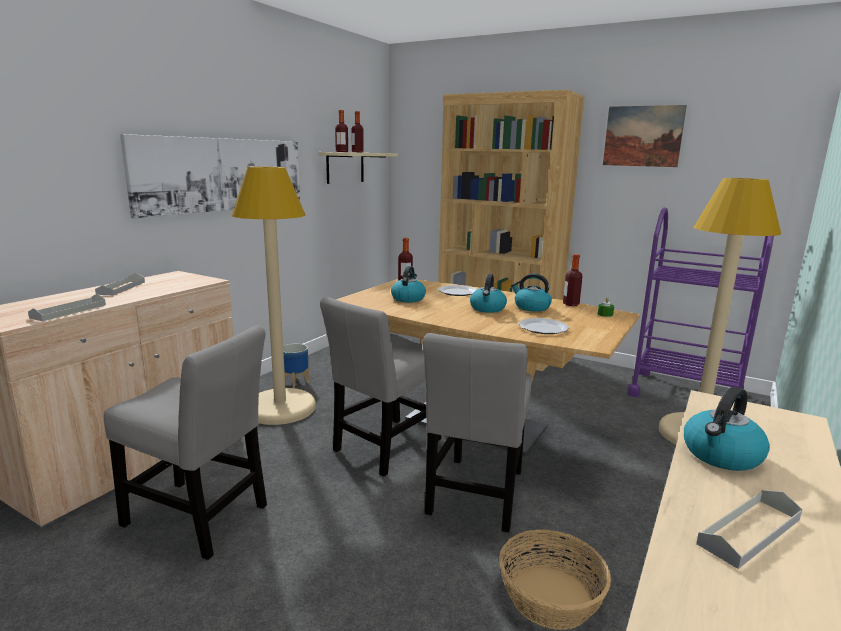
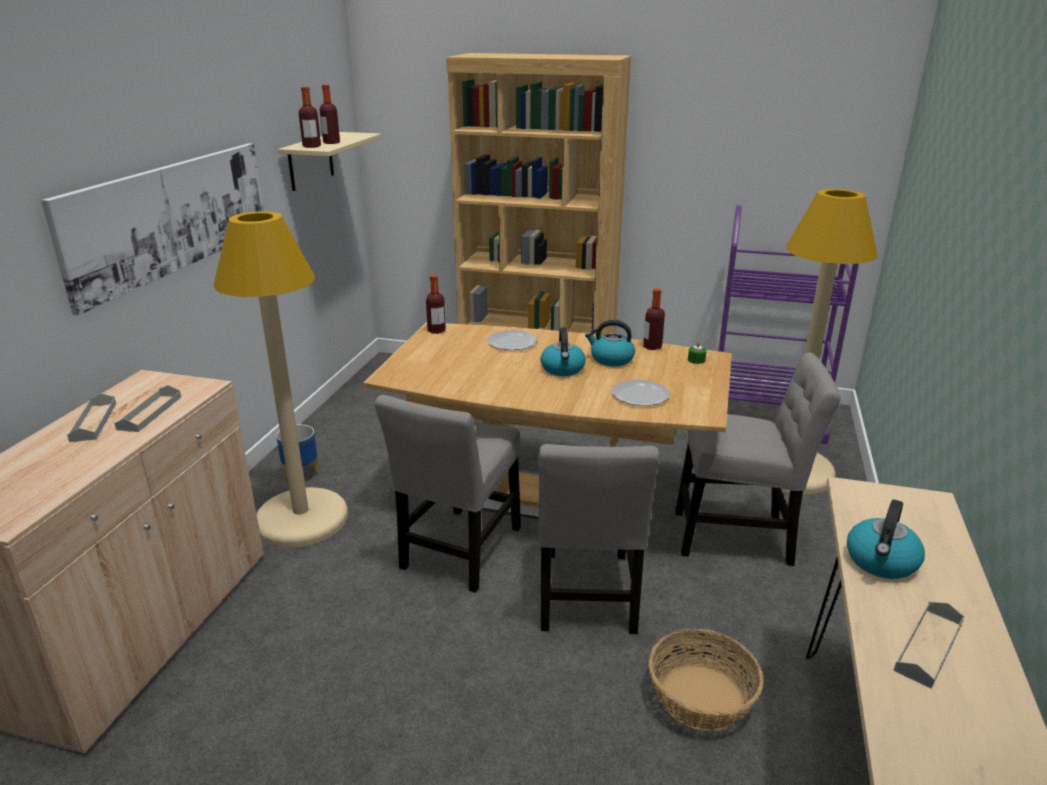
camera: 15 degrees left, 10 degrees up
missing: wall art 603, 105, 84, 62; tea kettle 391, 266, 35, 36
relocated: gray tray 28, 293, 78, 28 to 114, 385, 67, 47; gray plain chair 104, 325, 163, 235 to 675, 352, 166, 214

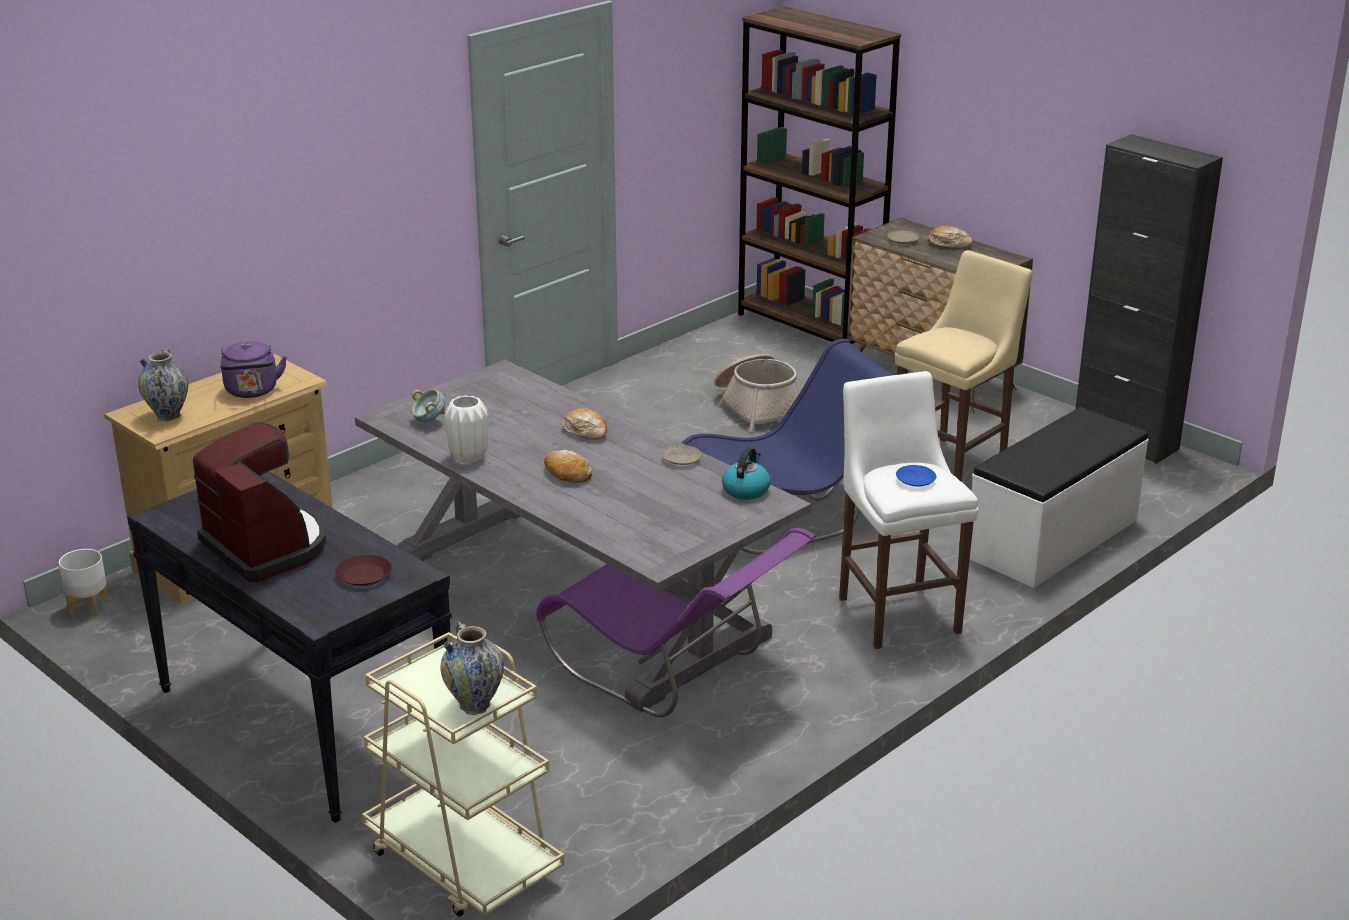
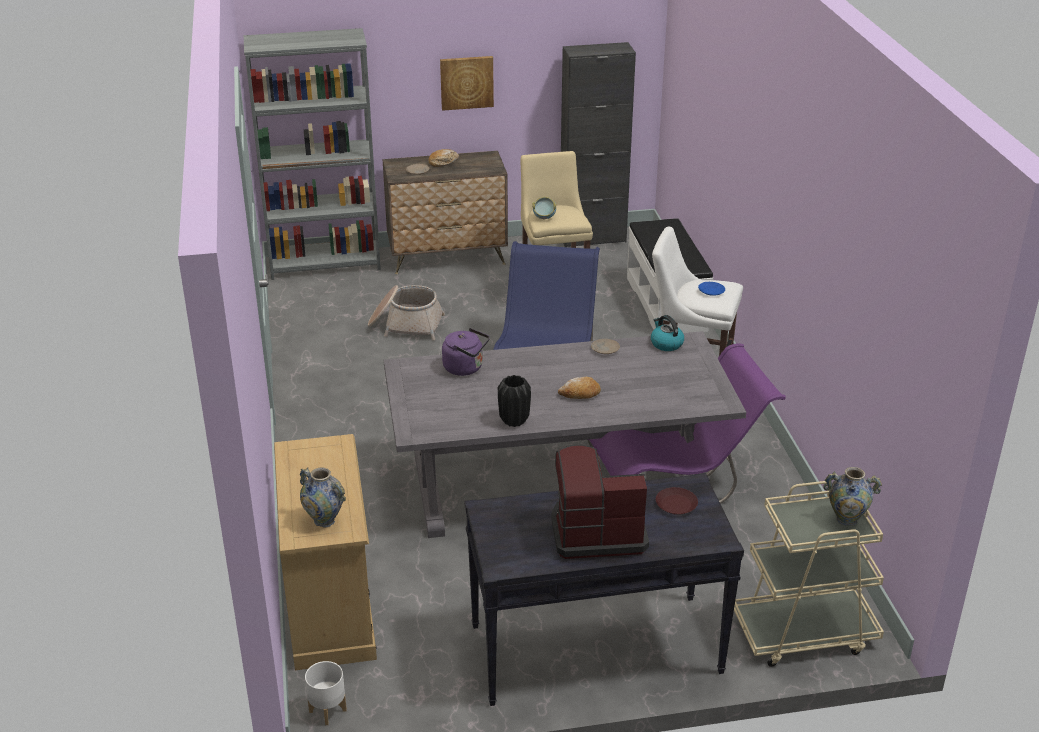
camera: 55 degrees left, 5 degrees up
missing: baked bread 562, 408, 45, 32
appeared: wall art 440, 56, 54, 55
relocated: purple-coloured tea kettle 220, 341, 67, 57 to 442, 328, 48, 48; serving bowl 412, 389, 33, 34 to 532, 197, 24, 22
colour: brown-coloured bookshelf 738, 6, 163, 338 to gray bookshelf 244, 28, 137, 252; white-coloured vase 445, 395, 43, 68 to black vase 498, 375, 33, 52

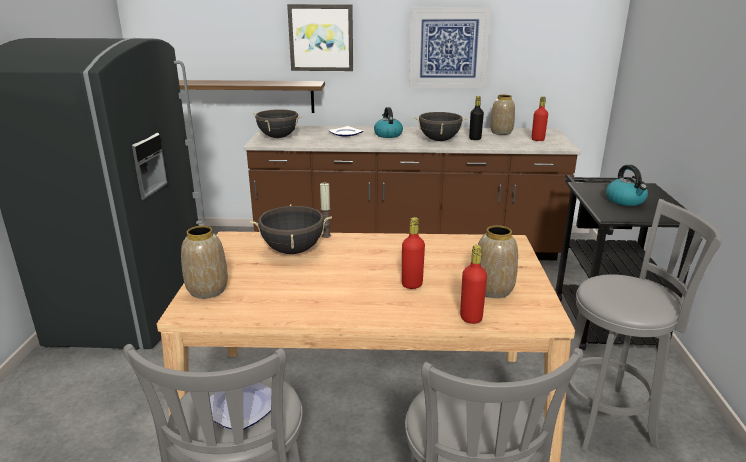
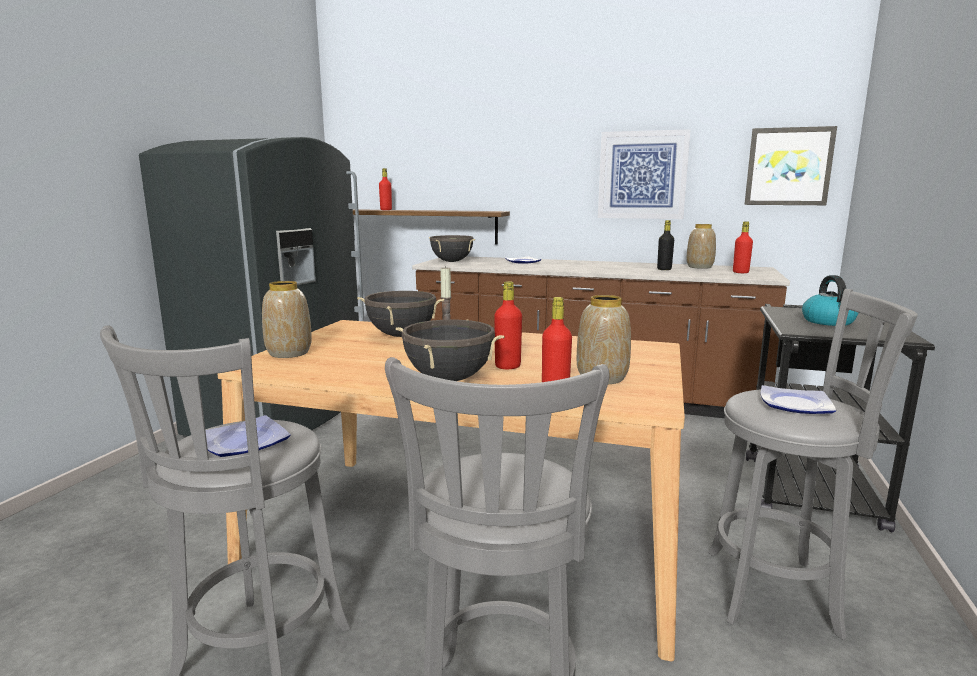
camera: 15 degrees right, 10 degrees down
missing: tea kettle 374, 107, 29, 31
appeared: red drink bottle 379, 168, 13, 42; plate 761, 385, 75, 29
relocated: wall art 287, 4, 66, 67 to 744, 126, 93, 79; black saucepot 414, 112, 54, 29 to 396, 319, 109, 62

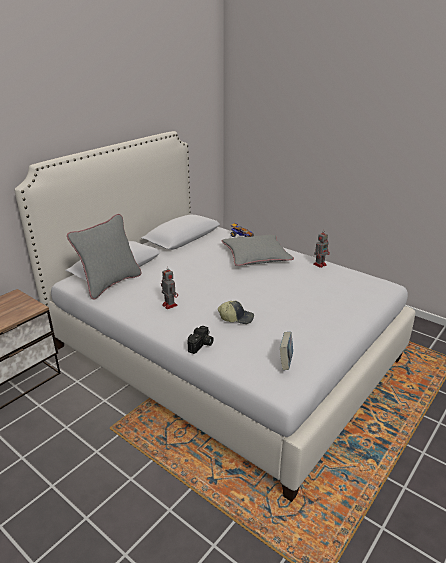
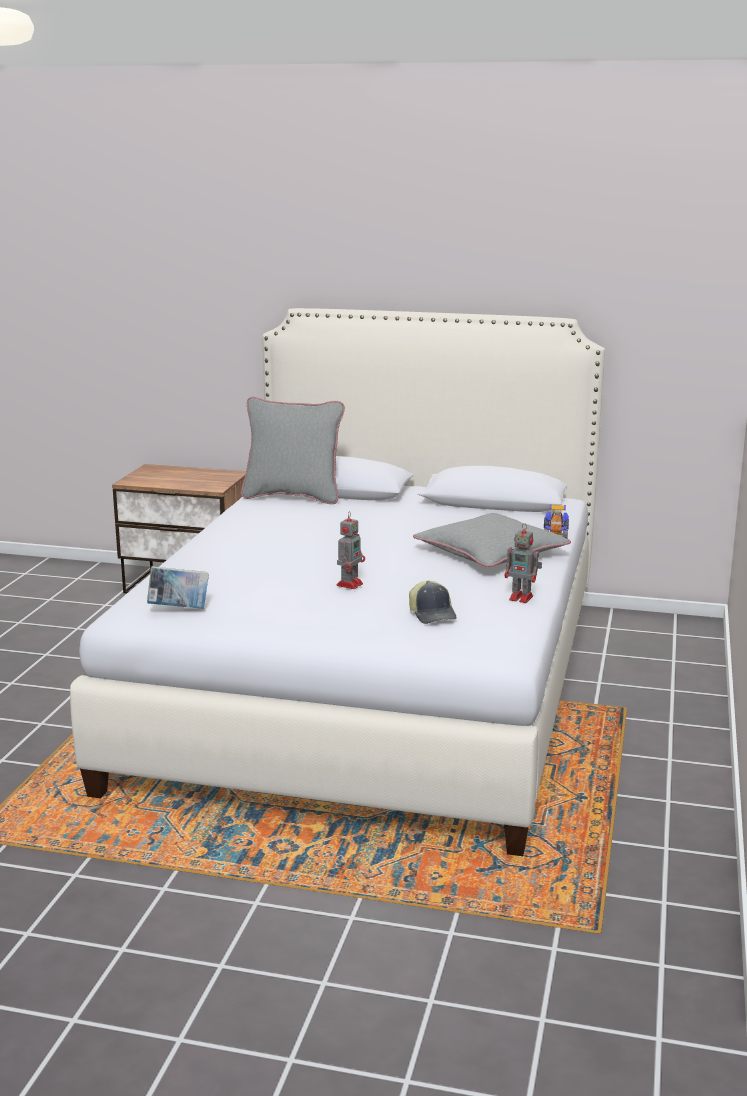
camera: 65 degrees right, 10 degrees down
missing: photo camera 188, 326, 25, 28
relocated: toy robot 161, 266, 17, 43 to 336, 513, 29, 76; baseball cap 218, 301, 36, 23 to 409, 580, 48, 44

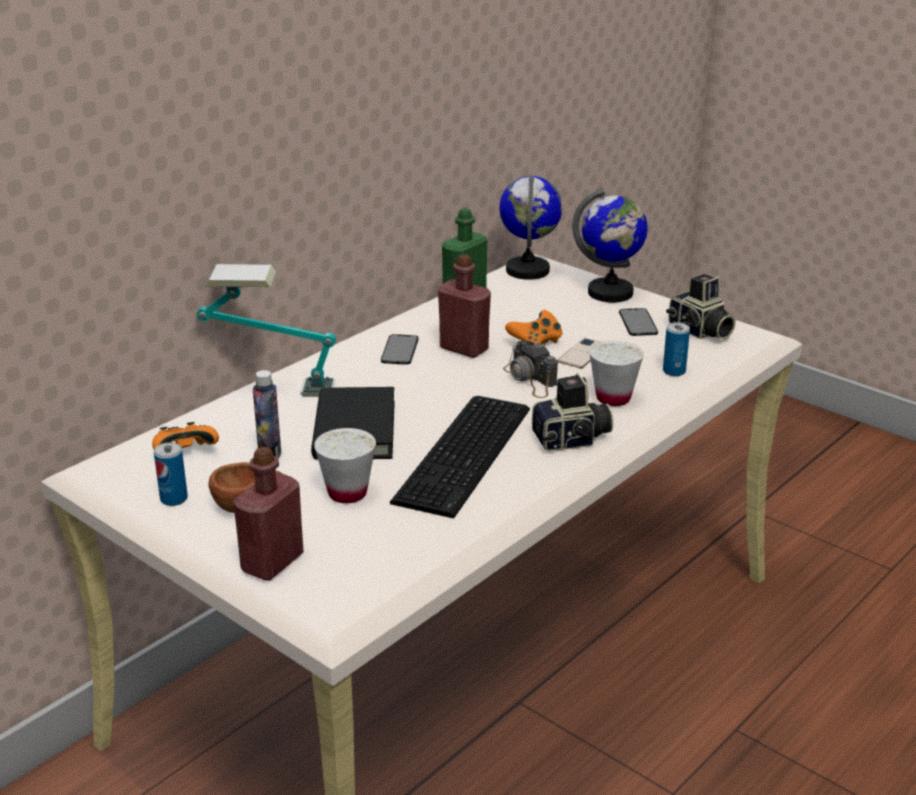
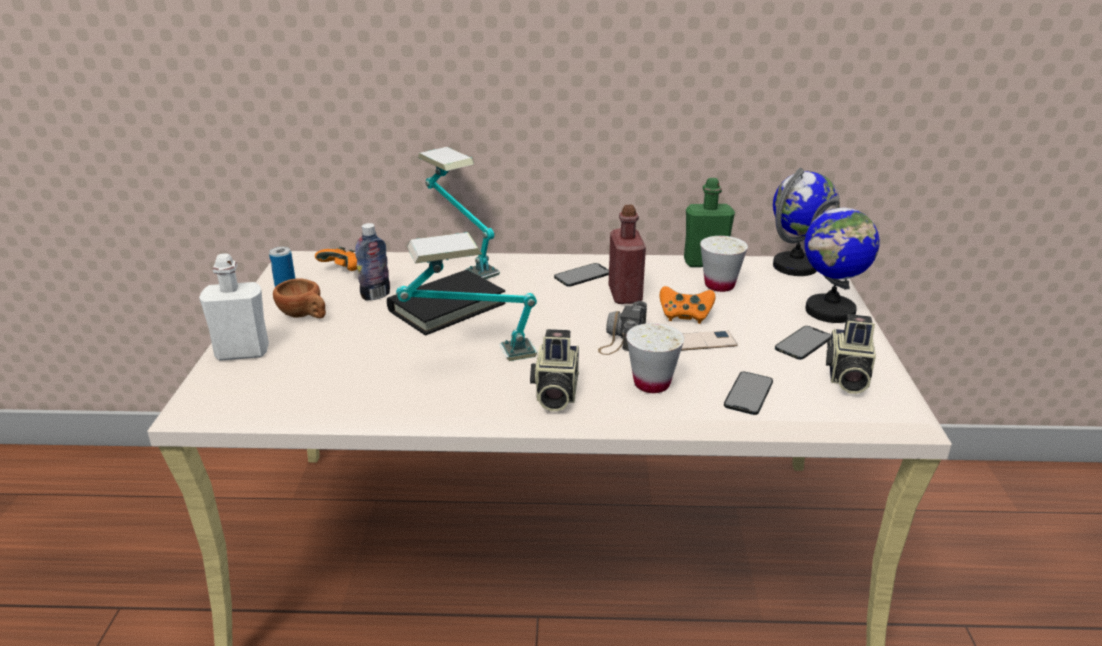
camera: 50 degrees right, 0 degrees up
relocated: white-coloured cup 314, 428, 62, 75 to 700, 236, 48, 56
exchanged: sealed can 663, 322, 27, 54 to handset 724, 372, 49, 43; keyboard 390, 396, 140, 122 to table lamp 396, 232, 142, 129
colour: red drink bottle 233, 447, 71, 134 to white-coloured drink bottle 199, 253, 70, 108
spun: photo camera 532, 373, 81, 78 = 530, 329, 49, 82 60 degrees clockwise

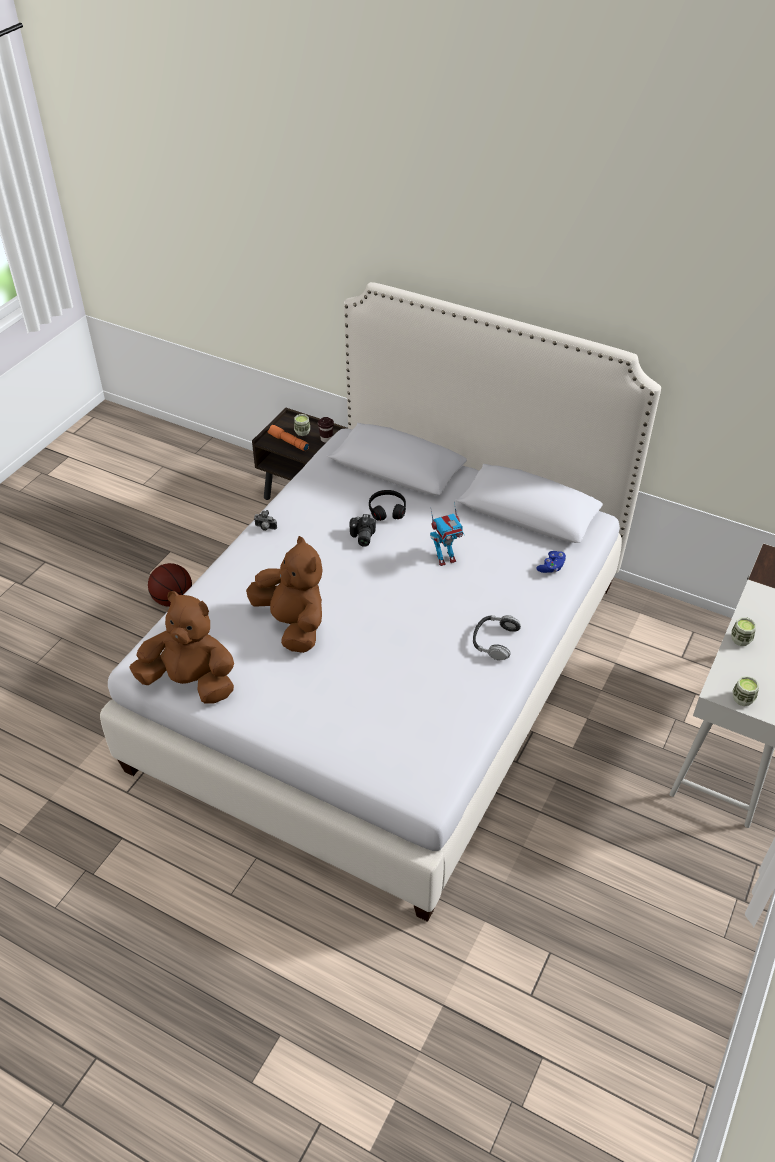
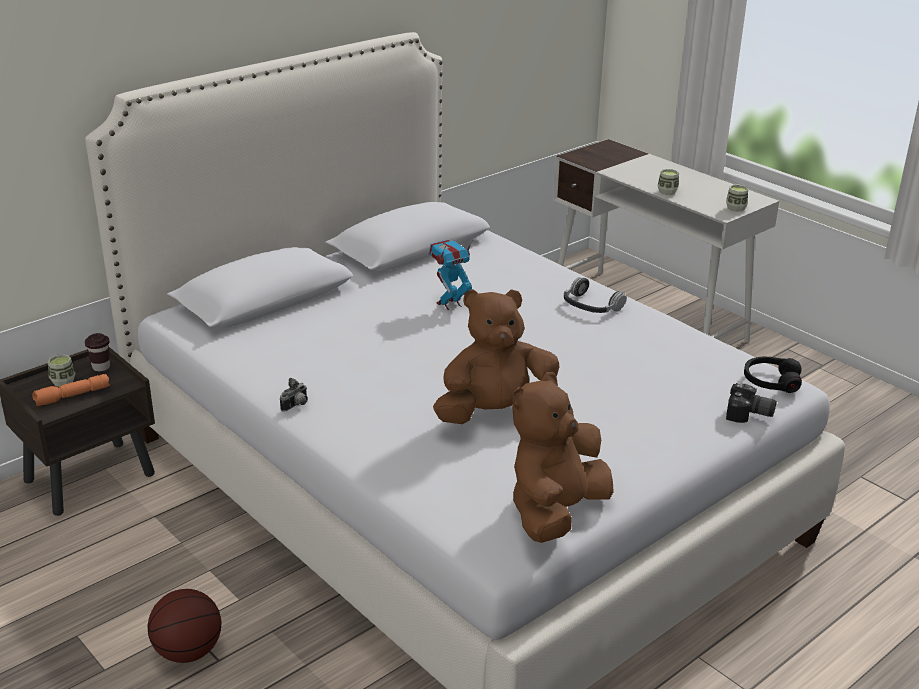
camera: 70 degrees left, 15 degrees down
missing: blue-coloured game controller 536, 551, 30, 22
relocated: black pair of headphones 369, 490, 37, 31 to 744, 356, 58, 37; photo camera 349, 514, 27, 33 to 726, 383, 51, 40
spun: toy robot 430, 502, 34, 64 = 429, 239, 44, 71 120 degrees counterclockwise

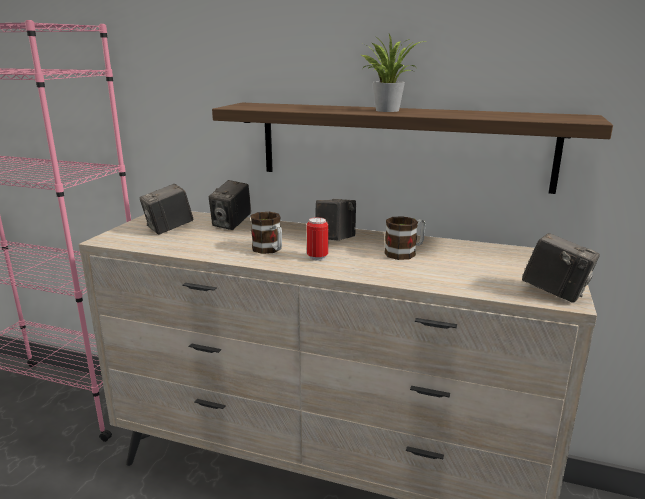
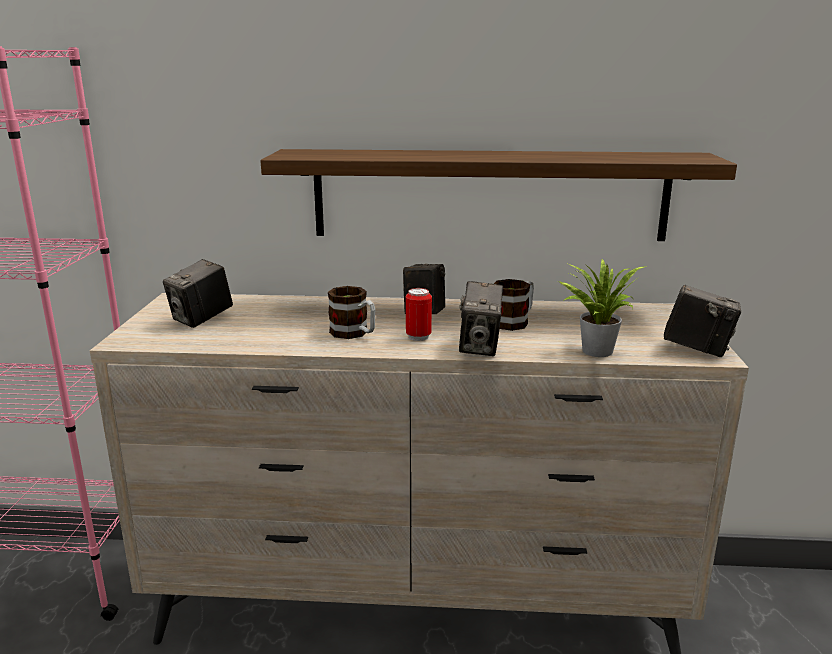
camera: 15 degrees left, 0 degrees up
relocated: potted plant 361, 34, 66, 78 to 558, 259, 88, 98; photo camera 209, 180, 42, 50 to 459, 281, 44, 75

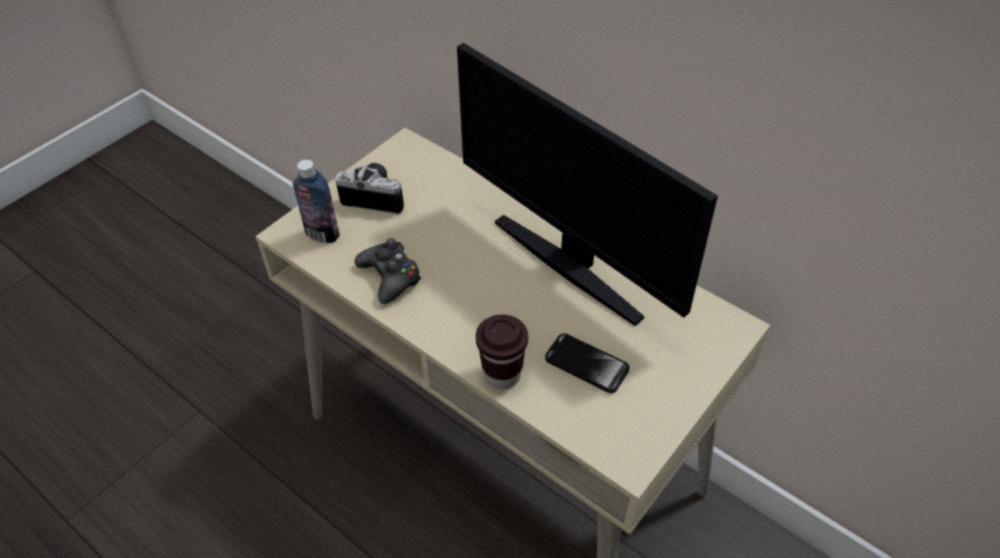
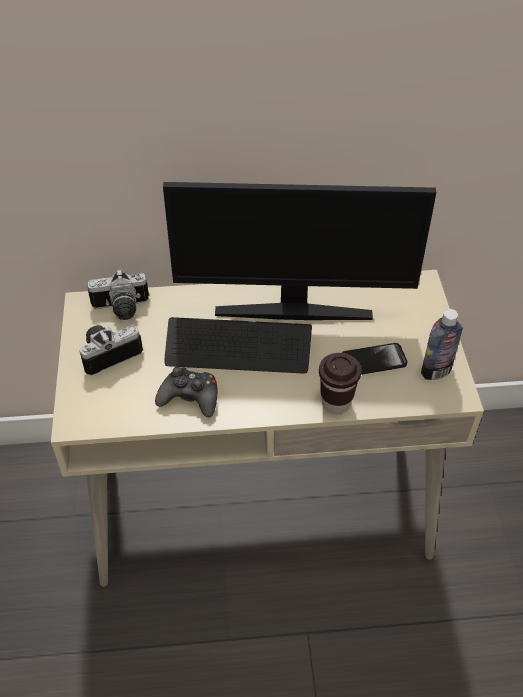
camera: 45 degrees left, 0 degrees up
appeared: photo camera 88, 269, 61, 51; keyboard 164, 317, 148, 57
relocated: drink bottle 293, 160, 47, 83 to 421, 309, 42, 71

